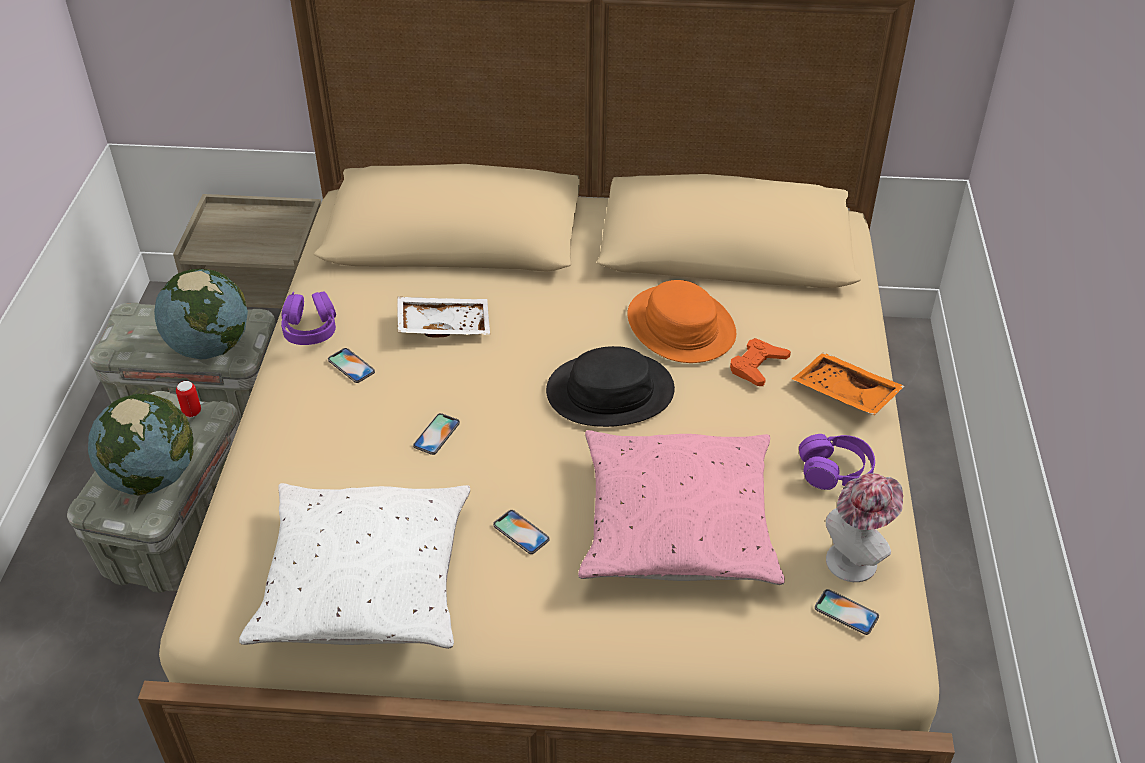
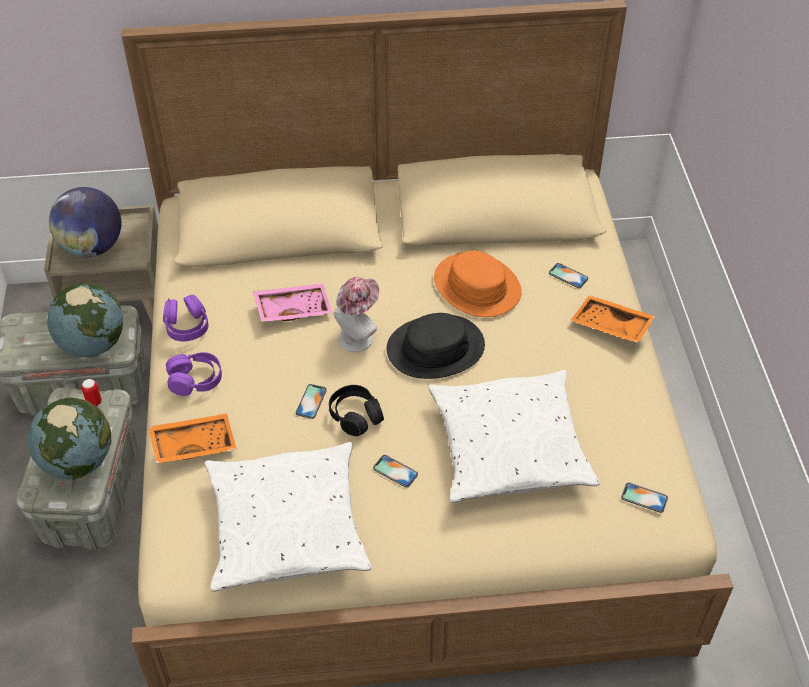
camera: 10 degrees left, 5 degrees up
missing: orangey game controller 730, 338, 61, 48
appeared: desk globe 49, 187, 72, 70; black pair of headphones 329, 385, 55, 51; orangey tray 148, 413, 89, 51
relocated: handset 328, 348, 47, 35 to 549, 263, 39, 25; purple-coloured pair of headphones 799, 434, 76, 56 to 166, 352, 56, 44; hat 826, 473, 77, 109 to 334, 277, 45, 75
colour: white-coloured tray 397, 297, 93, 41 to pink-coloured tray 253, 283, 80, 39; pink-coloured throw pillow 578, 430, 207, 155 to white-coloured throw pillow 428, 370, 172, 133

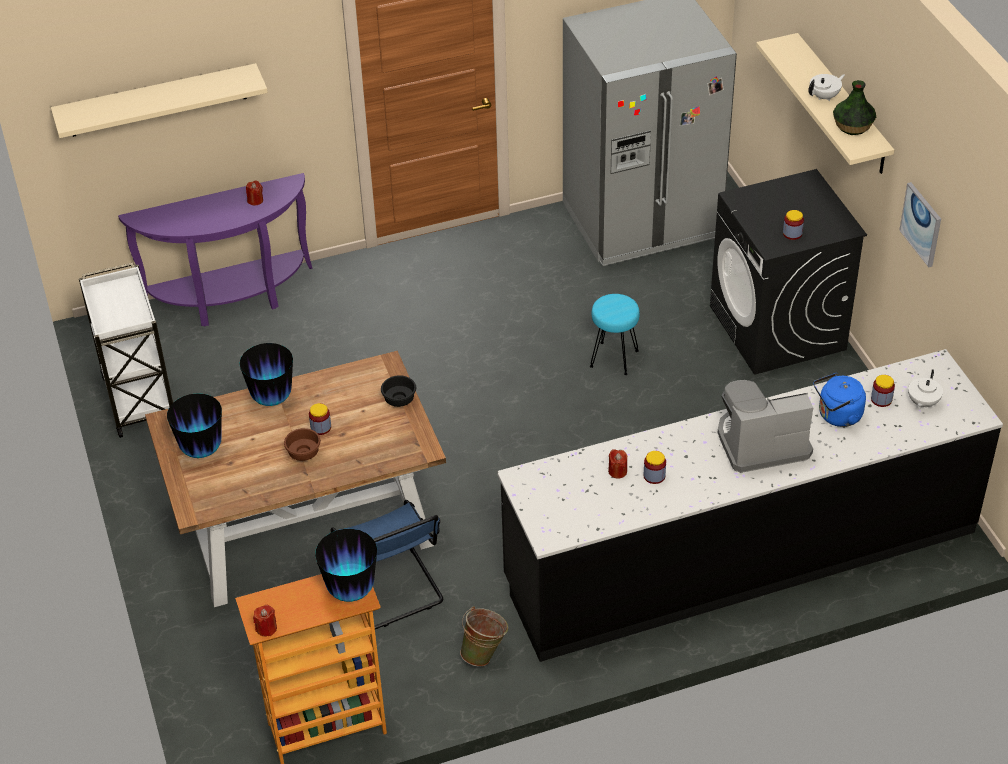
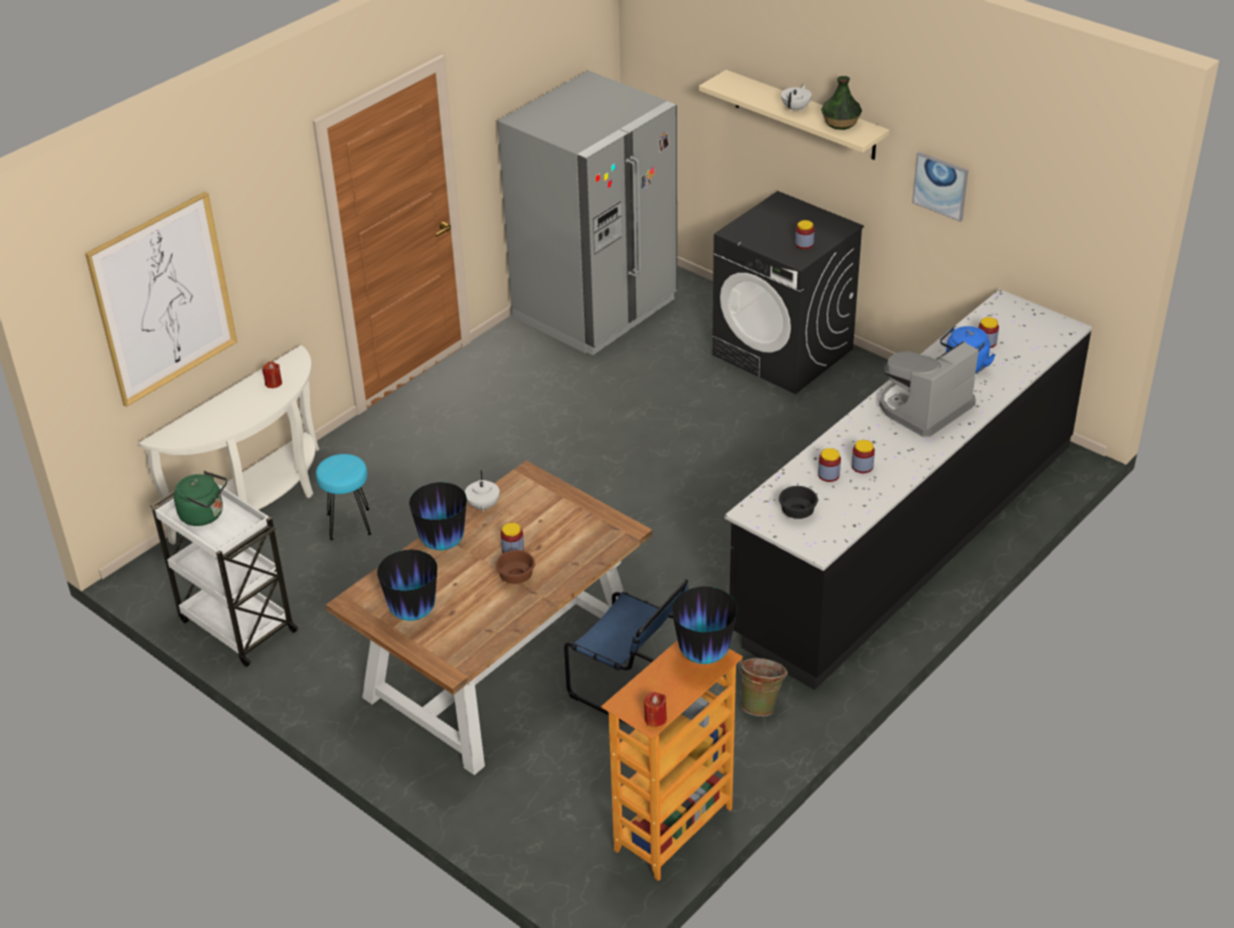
camera: 30 degrees left, 5 degrees down
appeared: green-coloured tea kettle 174, 471, 53, 55
relocated: blue-green sitting stool 590, 294, 50, 81 to 316, 454, 56, 86; white-coloured pot for tea 908, 369, 35, 40 to 465, 470, 35, 42; black serving bowl 381, 375, 35, 32 to 779, 486, 39, 33
exchanged: sand-coloured wall shelf 51, 63, 217, 75 to wall art 85, 192, 152, 215; red candle 608, 449, 19, 30 to preserve jar 818, 448, 23, 34
colour: purple-coloured console table 118, 173, 195, 153 to white-coloured console table 139, 345, 180, 200

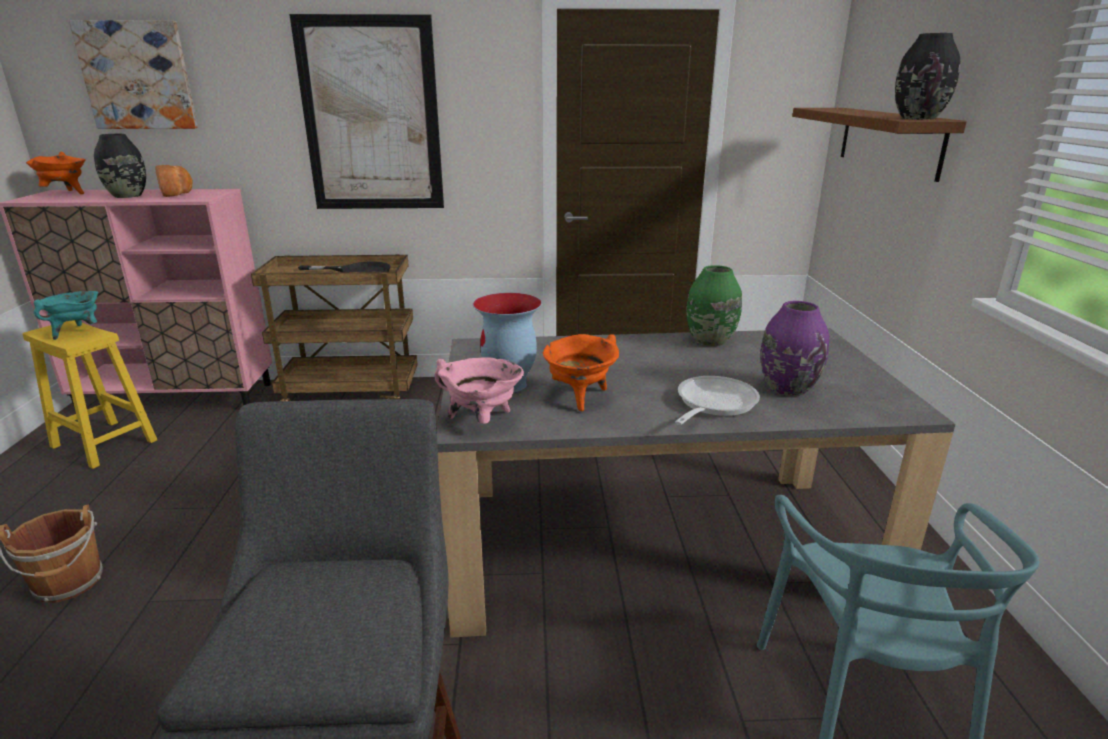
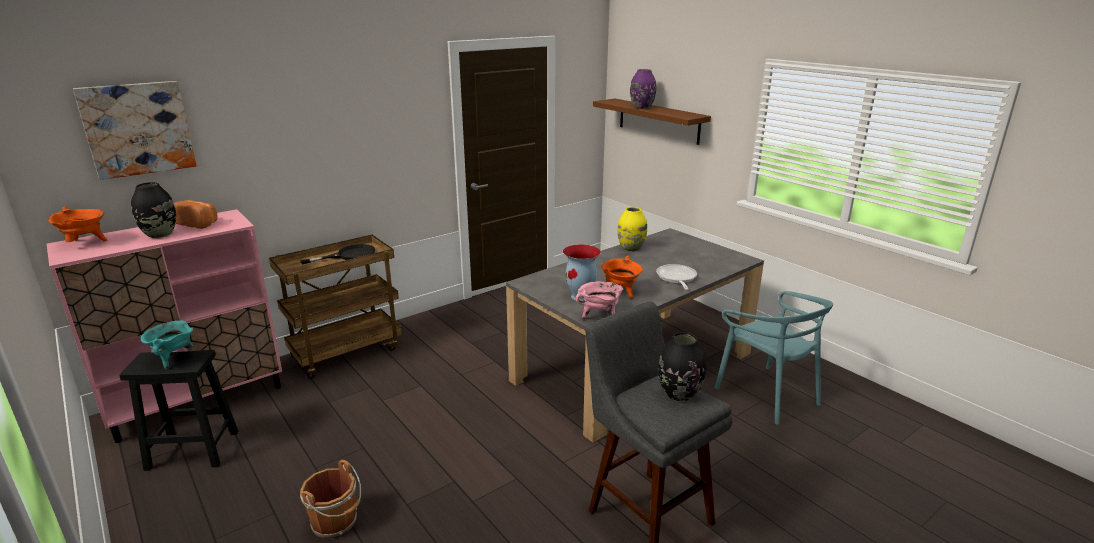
camera: 35 degrees left, 0 degrees up
missing: wall art 289, 14, 155, 195
relocated: black vase 895, 33, 65, 87 to 658, 332, 48, 69; purple-coloured vase 760, 301, 69, 95 to 630, 69, 26, 40
colour: green-coloured vase 686, 265, 56, 81 to yellowish vase 617, 207, 30, 44; yellowish sitting stool 23, 320, 134, 149 to black sitting stool 119, 350, 119, 121

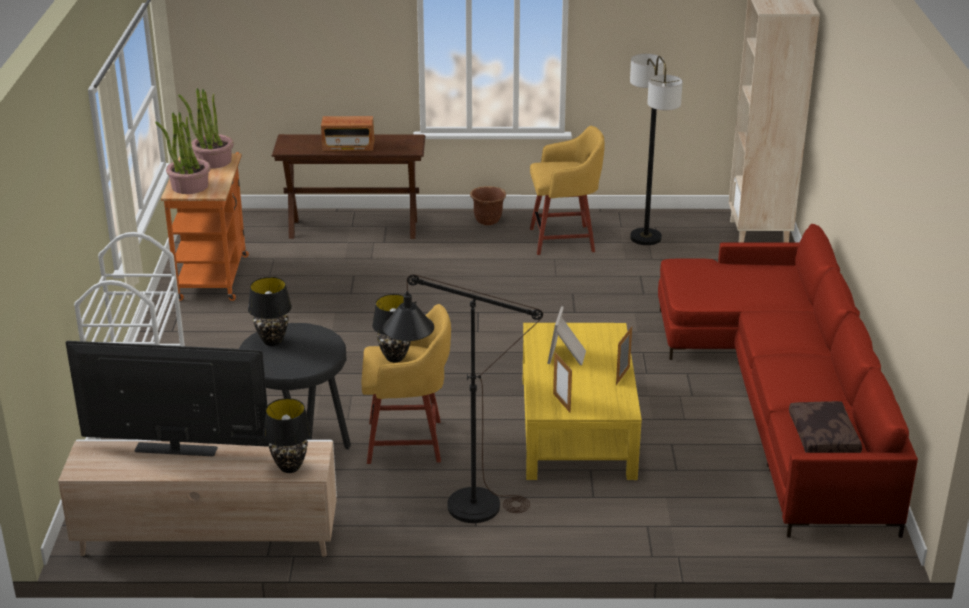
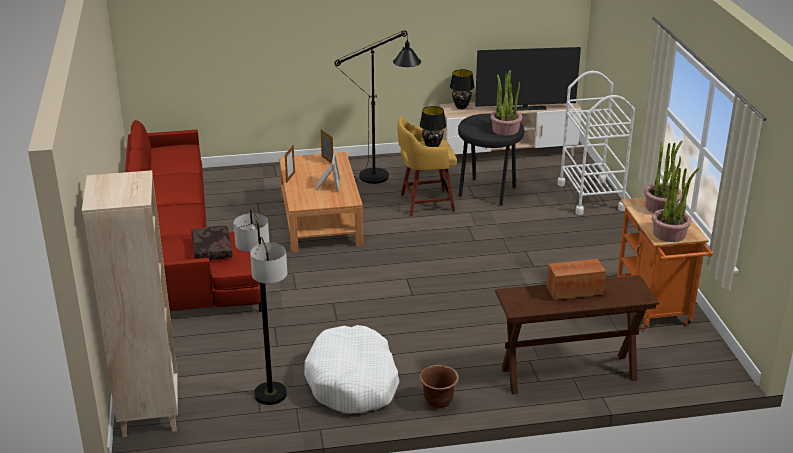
camera: 170 degrees right, 0 degrees up
relocated: brown-coloured throw pillow 789, 401, 73, 52 to 191, 226, 42, 35
exchanged: yellowish sitting stool 530, 126, 75, 129 to white-coloured dog cushion 304, 325, 96, 88; black table lamp 248, 277, 44, 69 to potted plant 490, 70, 32, 65
colour: yellowish low table 523, 323, 119, 157 to brown-coloured low table 279, 152, 84, 101

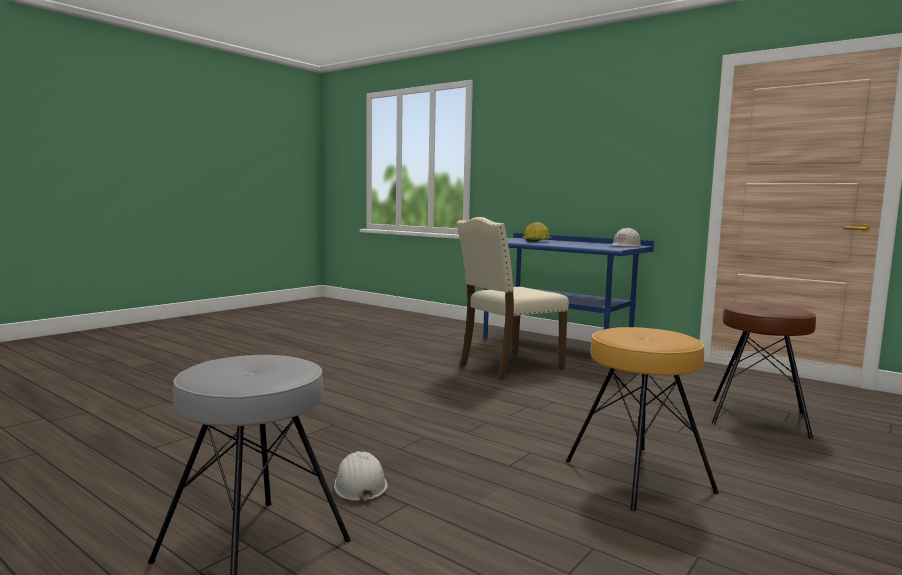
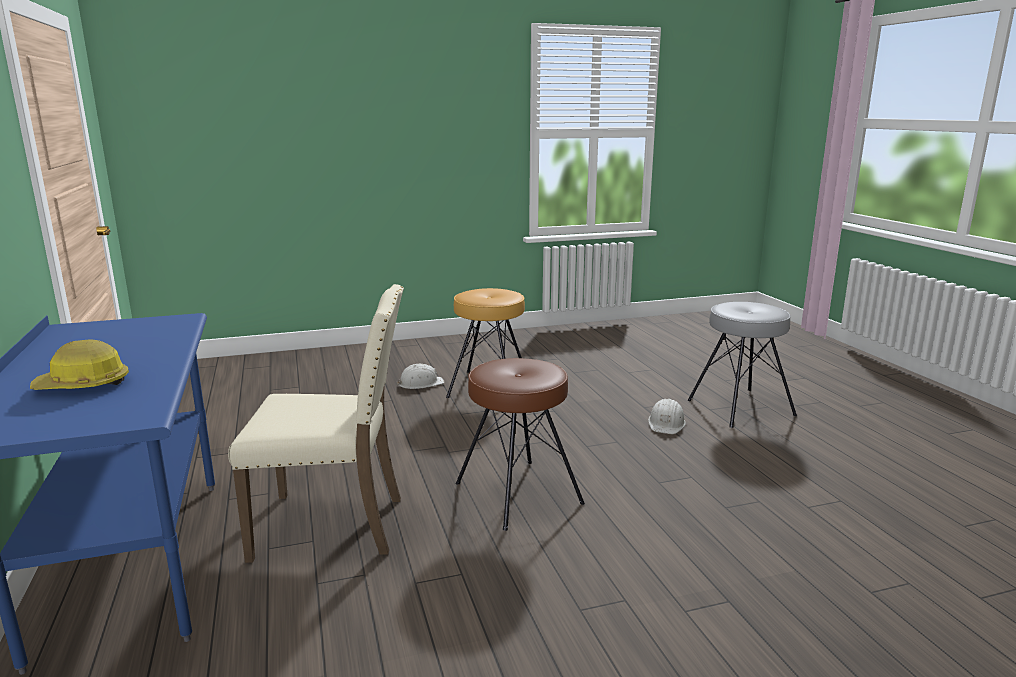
camera: 145 degrees left, 10 degrees up
relocated: white-coloured safety helmet 611, 228, 31, 18 to 397, 364, 48, 25; brown-coloured sitting stool 712, 303, 104, 136 to 456, 358, 129, 173

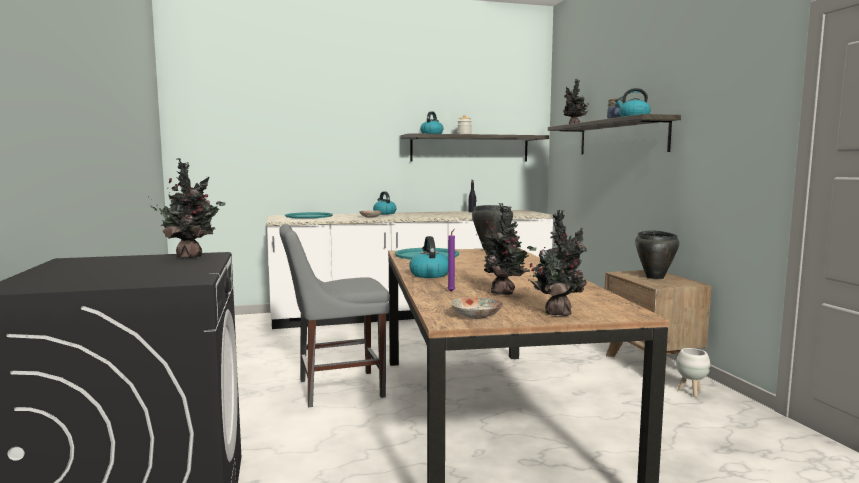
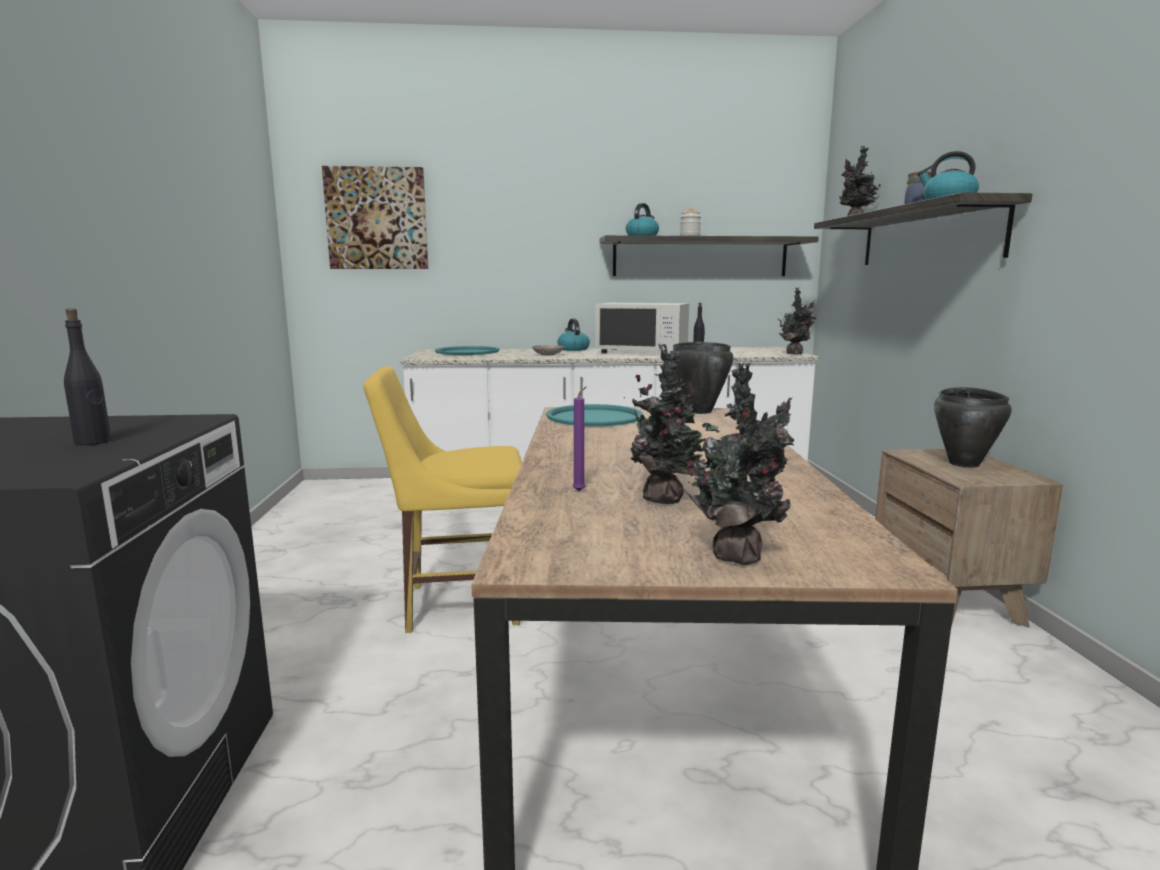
camera: 10 degrees right, 5 degrees up
missing: tea kettle 409, 236, 39, 42; plate 451, 297, 52, 22; white-coloured plant pot 676, 348, 34, 49
appeared: wall art 322, 166, 106, 103; white-coloured kitchen microwave 595, 303, 94, 51; black drink bottle 64, 308, 47, 137
relocated: potted plant 148, 158, 78, 101 to 777, 287, 39, 67
colour: gray plain chair 279, 224, 111, 183 to yellowish plain chair 363, 366, 159, 267

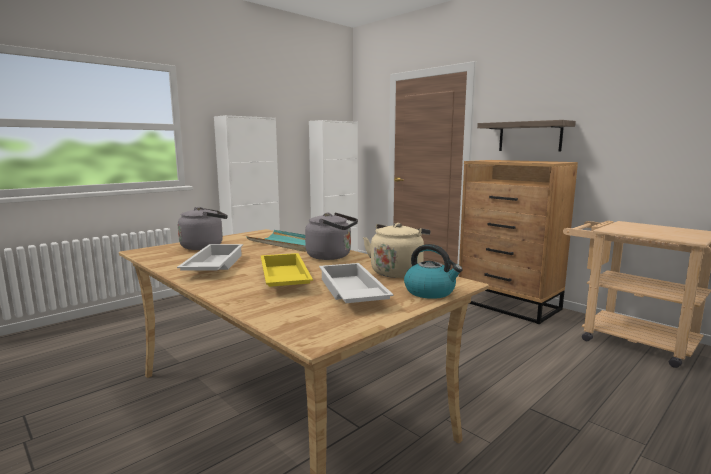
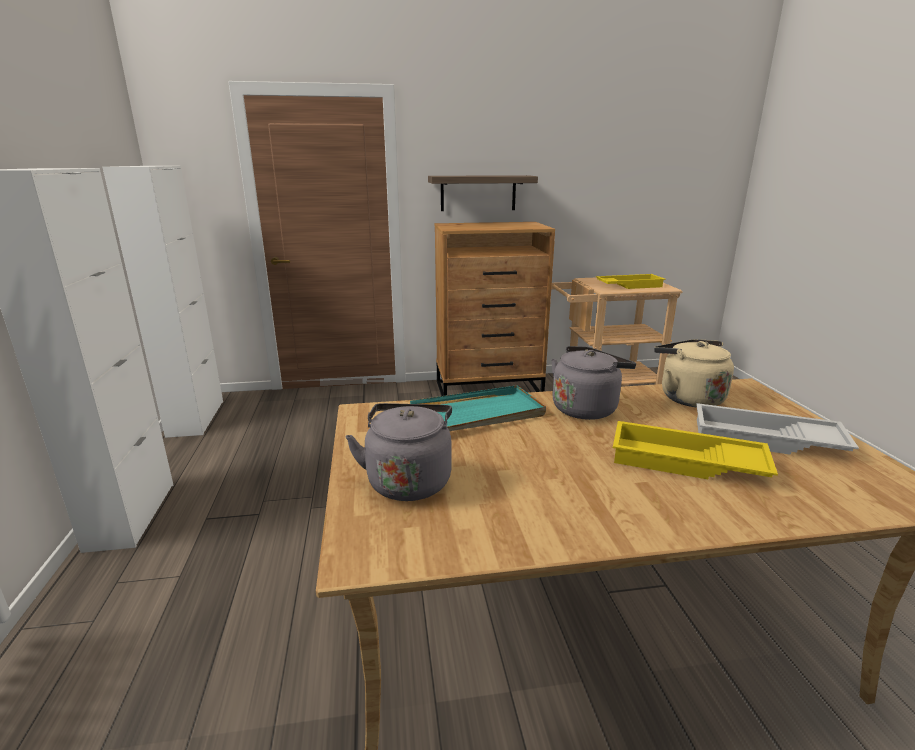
camera: 55 degrees left, 10 degrees up
missing: white-coloured tray 177, 244, 66, 27; tea kettle 404, 244, 59, 55
appeared: yellowish tray 596, 274, 70, 15

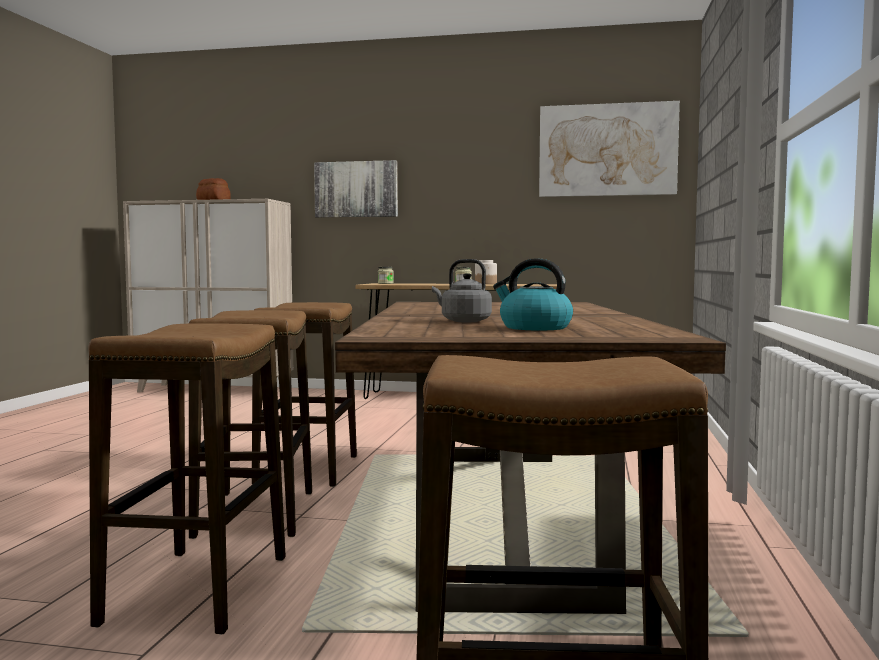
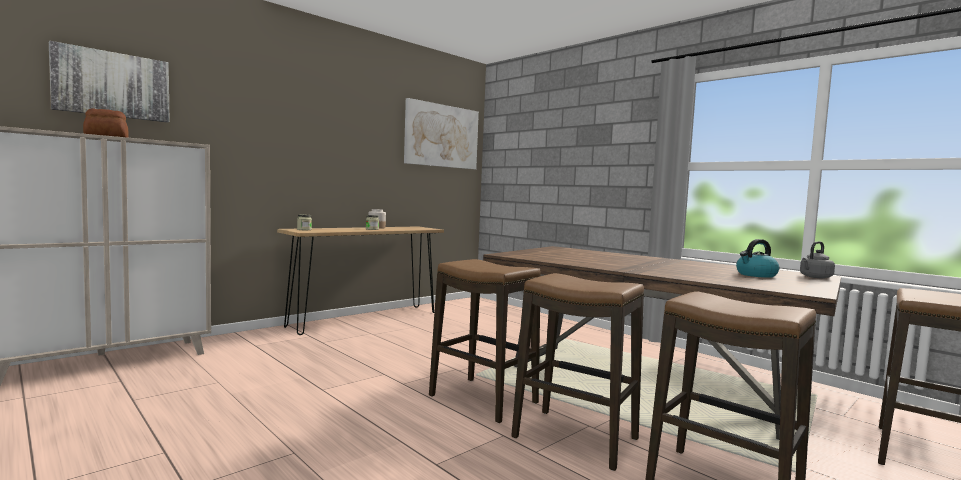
camera: 55 degrees left, 0 degrees up
relocated: wall art 314, 160, 84, 58 to 49, 41, 120, 82; gray tea kettle 432, 259, 60, 63 to 800, 241, 35, 37

